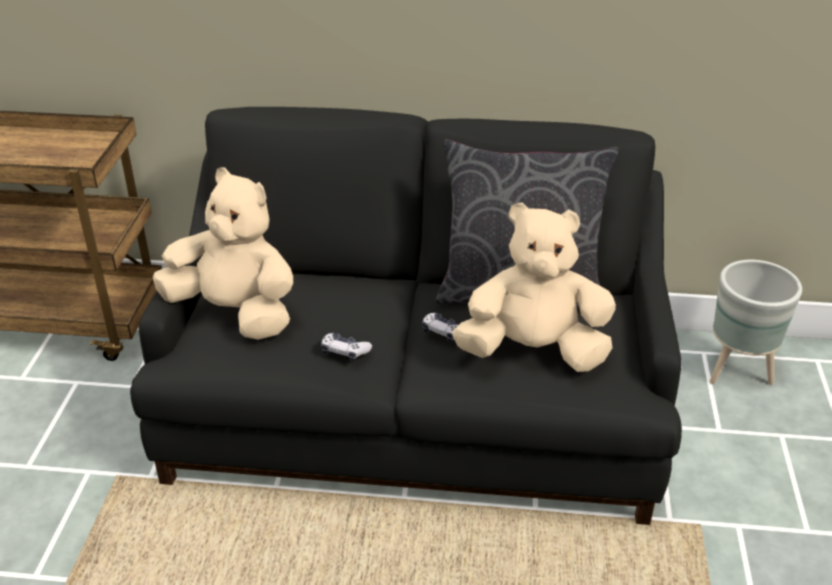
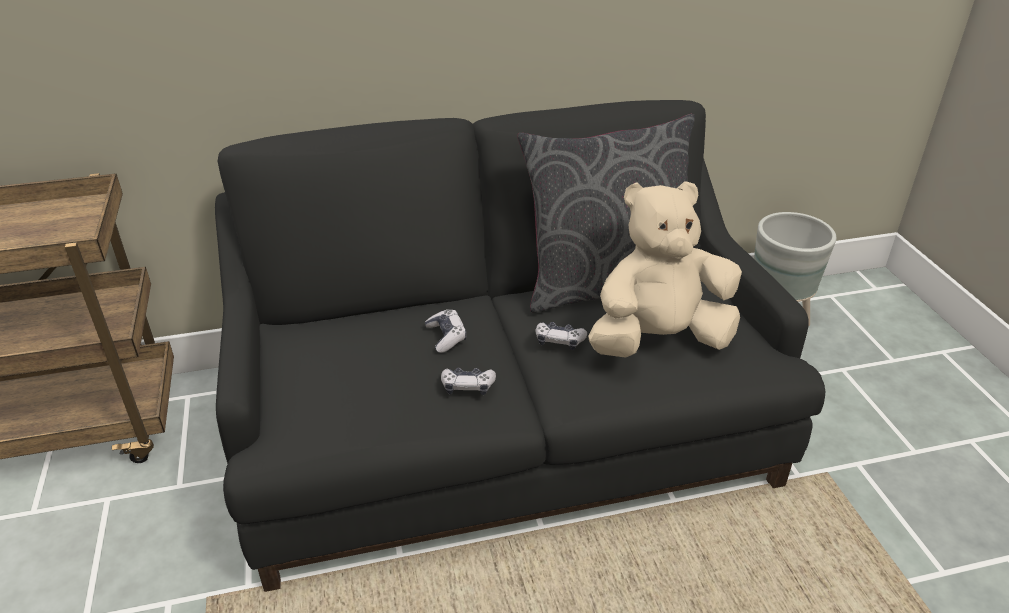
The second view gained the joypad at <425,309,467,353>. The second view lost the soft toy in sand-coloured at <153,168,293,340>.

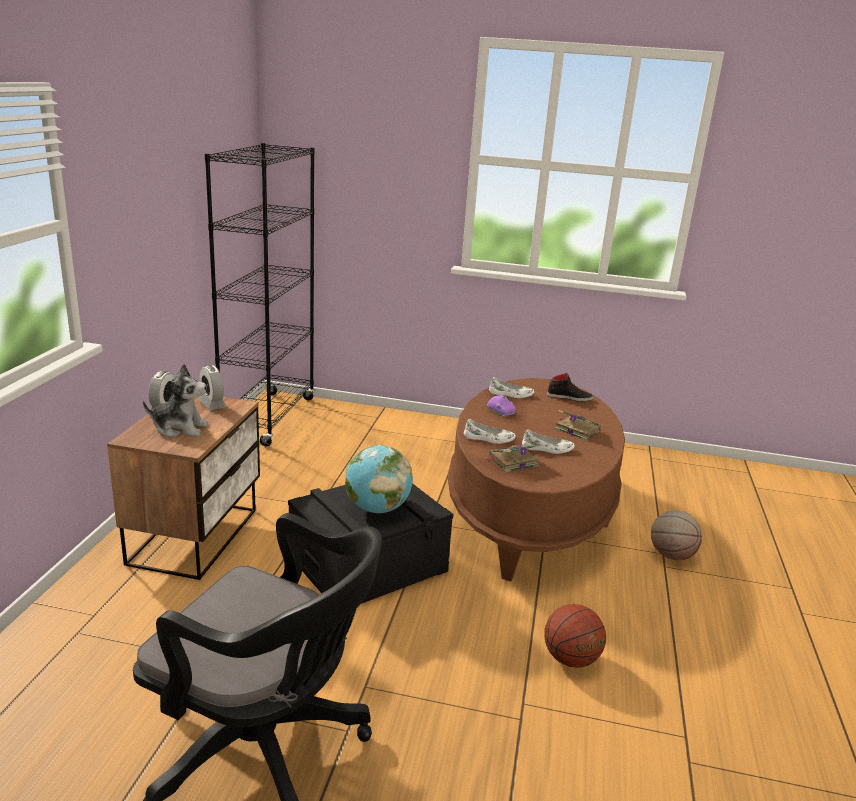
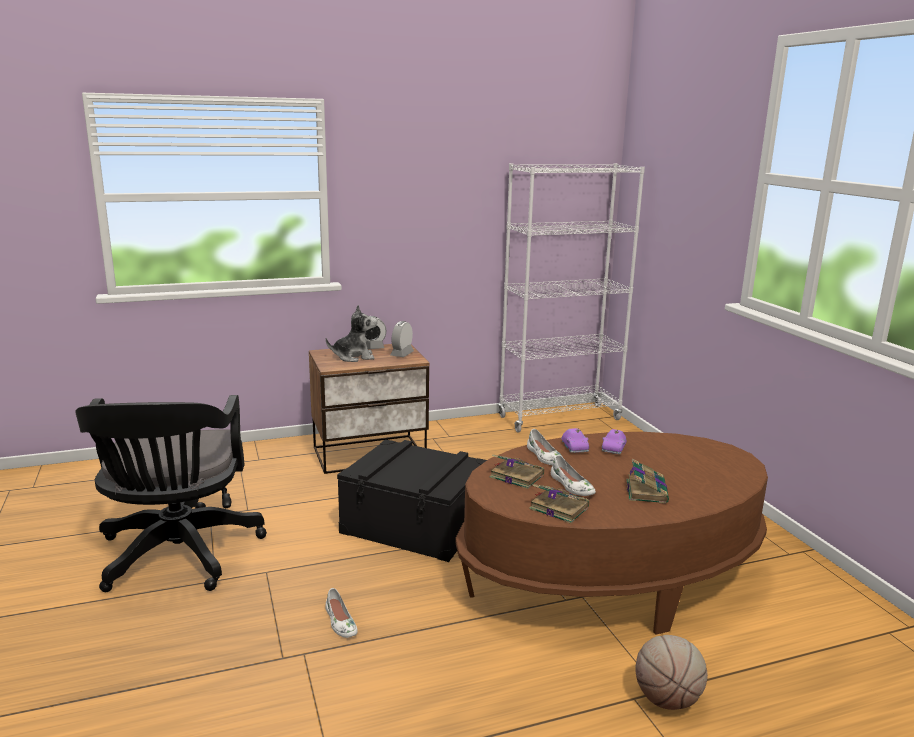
The shoe in white ended up elsewhere, having gone from <489,377,534,398> to <325,588,357,638>. The soft toy at <143,364,208,437> ended up facing another way, 75 degrees counterclockwise from before. What was the bookcase in black-coloured at <205,143,315,446> turned into the bookcase in white at <498,163,645,433>. The second view gained the bound book at <529,484,589,524>. The second view gained the model car in purplish at <561,428,589,453>. The second view lost the world globe at <345,445,413,513>. The second view lost the ball for basketball at <544,604,606,668>. The second view lost the shoe in black-coloured at <547,373,593,401>.

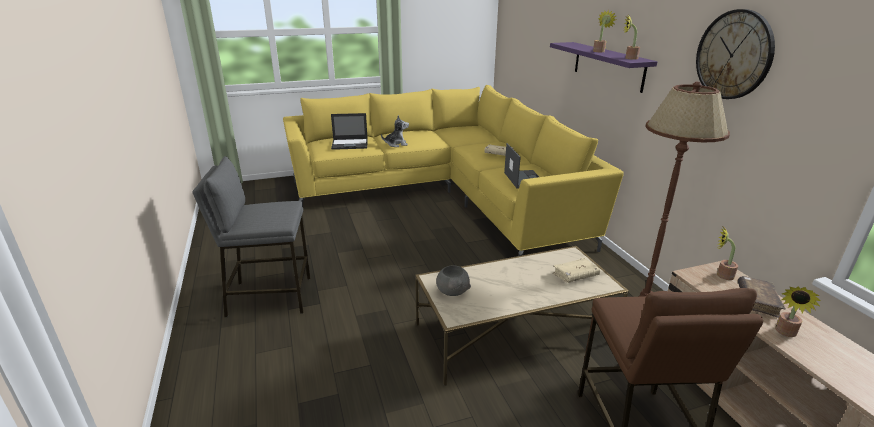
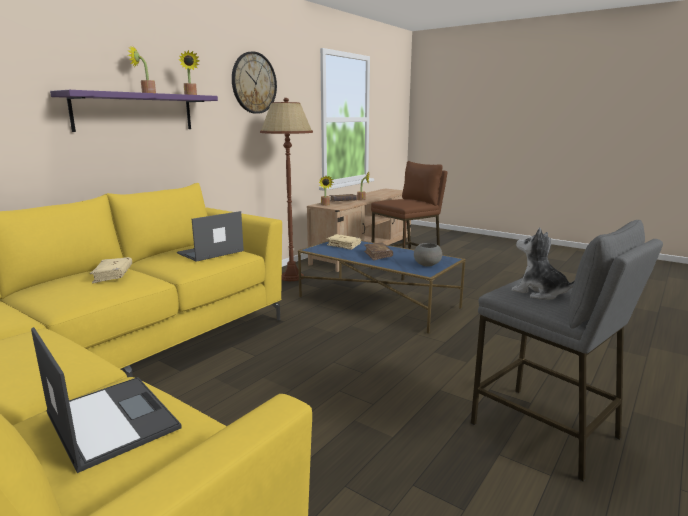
What was the coffee table in sand-coloured at <415,246,629,386> turned into the coffee table in bluish at <298,240,466,334>. The second view gained the bound book in brownish at <364,243,393,261>. The soft toy ended up elsewhere, having gone from <381,115,409,147> to <512,227,575,300>.

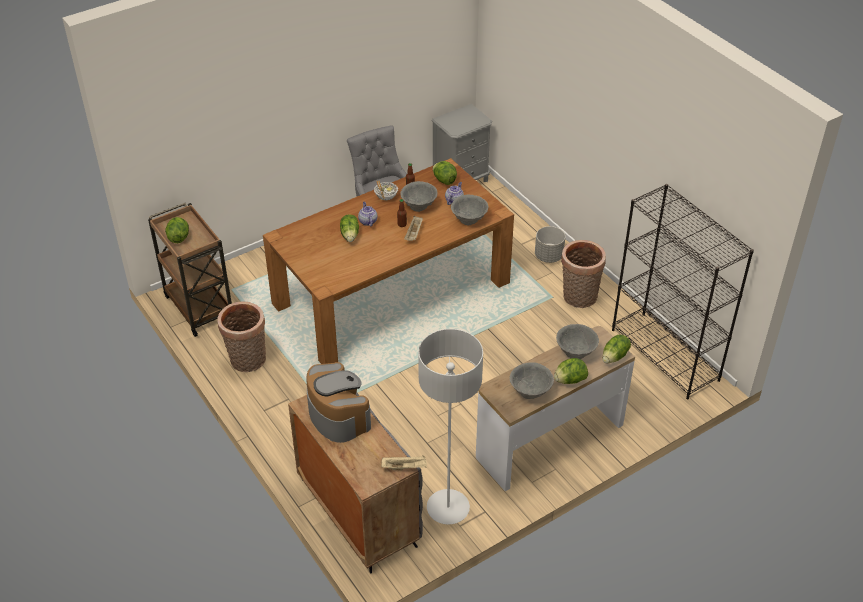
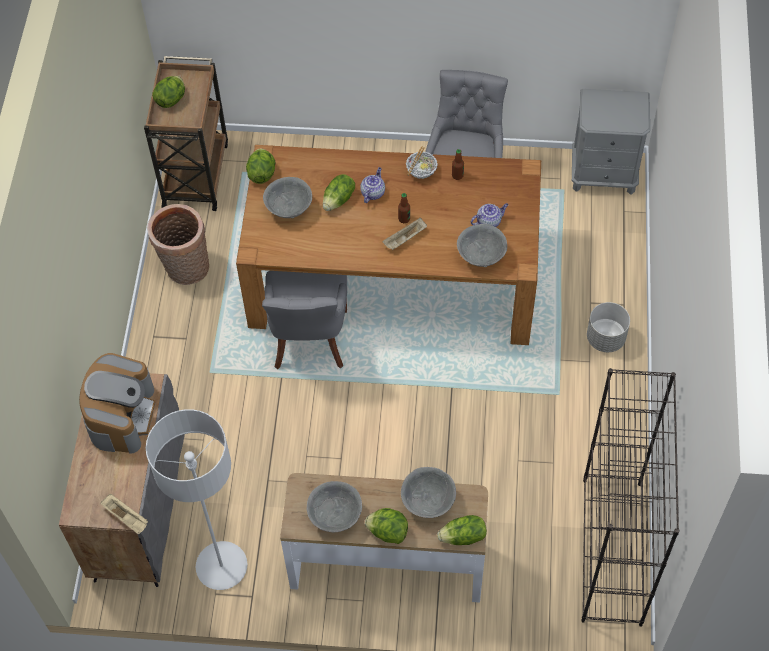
The head of lettuce ended up elsewhere, having gone from <433,161,457,185> to <246,148,276,184>. The second view gained the plain chair in greyish at <262,271,347,369>. The serving bowl in greyish ended up elsewhere, having gone from <400,181,437,212> to <263,177,312,219>. The second view lost the household basket at <561,240,606,308>.

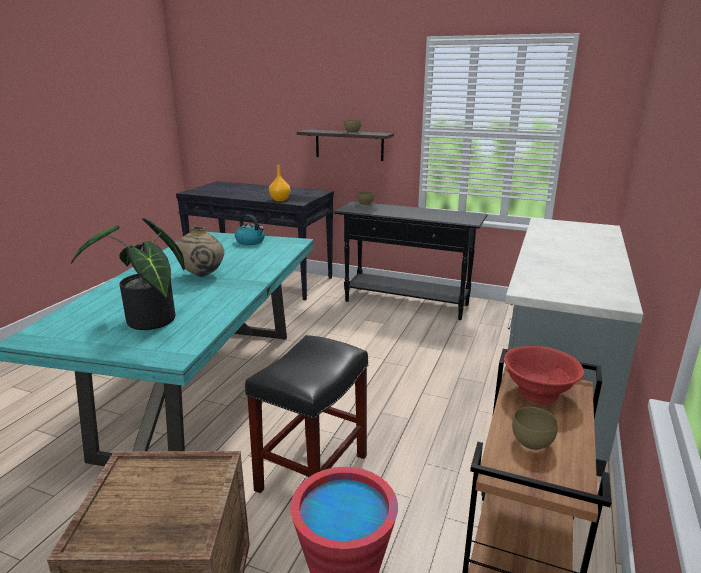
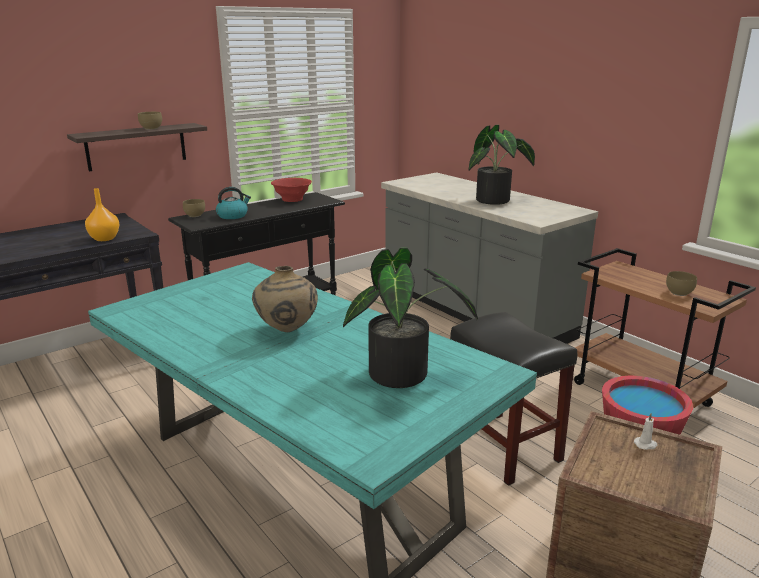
The kettle ended up elsewhere, having gone from <235,214,265,245> to <216,187,251,219>. The serving bowl in red-coloured ended up elsewhere, having gone from <504,346,584,403> to <271,178,312,202>. The second view gained the plant in a pot at <468,125,535,205>. The second view gained the candle in white at <634,413,658,450>.

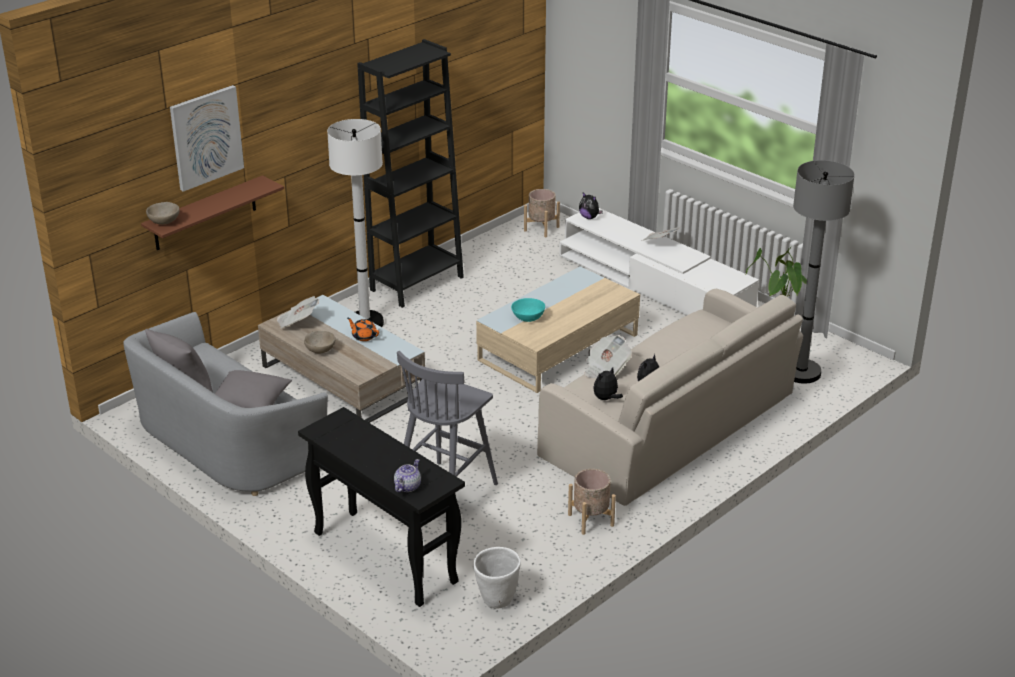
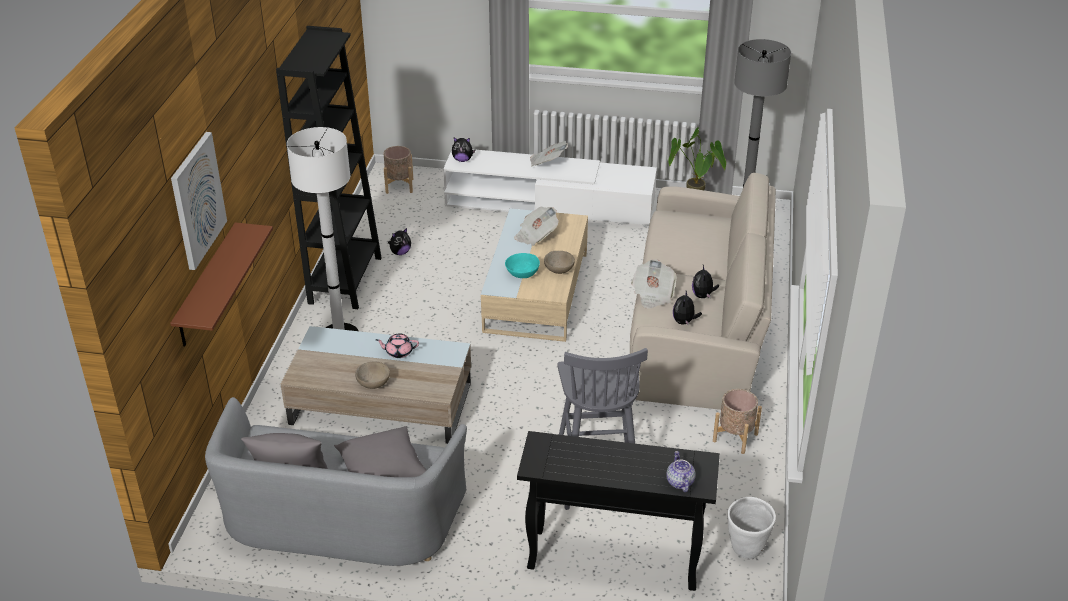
What was the tea pot in orangey at <347,318,379,341> turned into the tea pot in pinkish at <376,334,419,358>. The second view gained the soft toy at <388,228,411,255>. The daily paper ended up elsewhere, having gone from <277,296,319,329> to <514,207,559,246>. The serving bowl in sand-coloured ended up elsewhere, having gone from <146,202,180,225> to <544,251,575,274>.

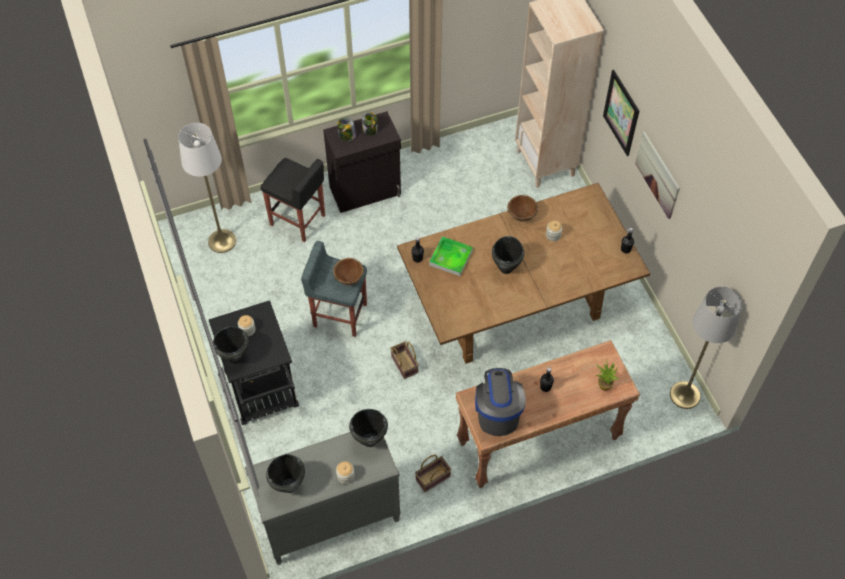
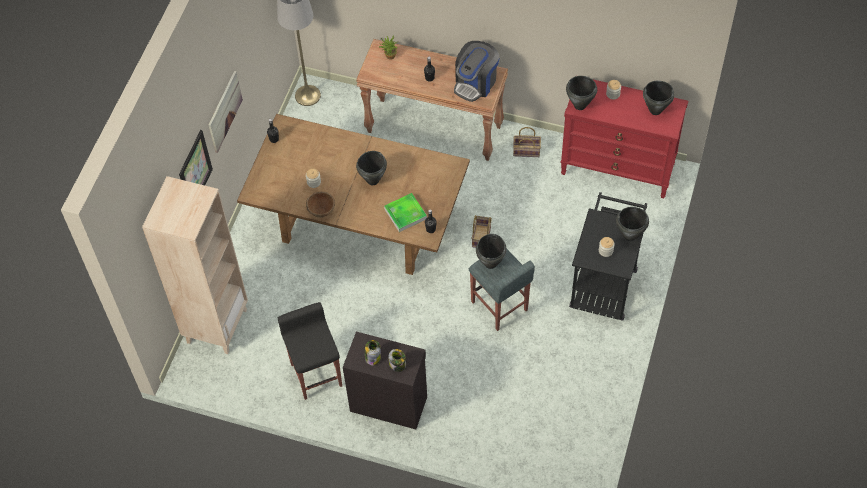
The stool seat in black-coloured ended up elsewhere, having gone from <260,158,325,242> to <278,302,342,400>. Where the serving bowl in brownish stood at <333,258,364,285>, the stockpot in black-coloured came to stand at <476,234,507,269>. What was the chest of drawers in greyish at <245,432,401,564> turned into the chest of drawers in red-coloured at <560,79,688,198>. The second view lost the standard lamp in white at <178,123,236,253>.

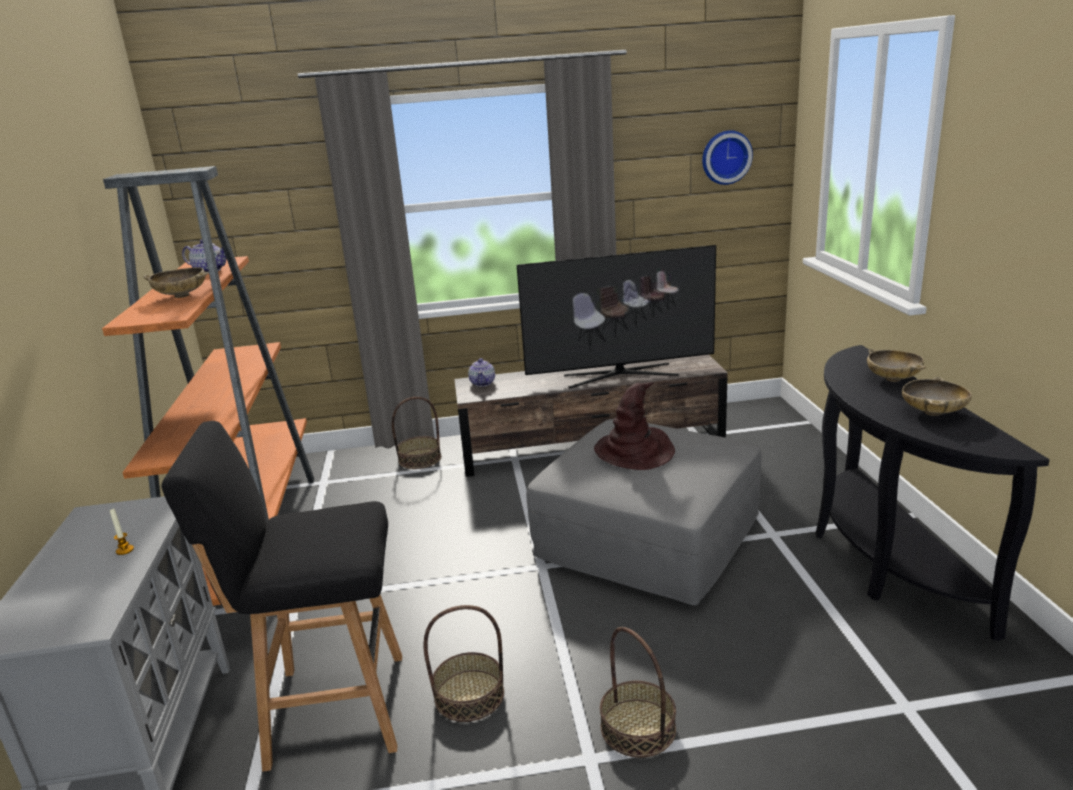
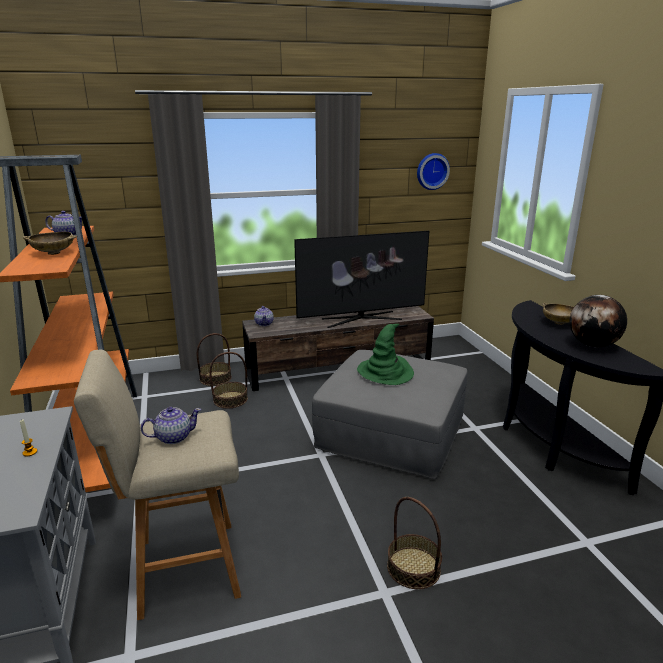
What was the stool seat in black-coloured at <161,421,402,772> turned into the stool seat in sand-coloured at <74,350,241,620>. The second view gained the tea pot at <141,407,201,444>. The household basket ended up elsewhere, having gone from <424,605,504,722> to <209,352,248,408>. What was the hat in brownish at <594,382,675,470> turned into the hat in green-coloured at <357,324,414,385>. Where the serving bowl in sand-coloured stood at <902,377,972,416>, the world globe came to stand at <569,295,627,347>.

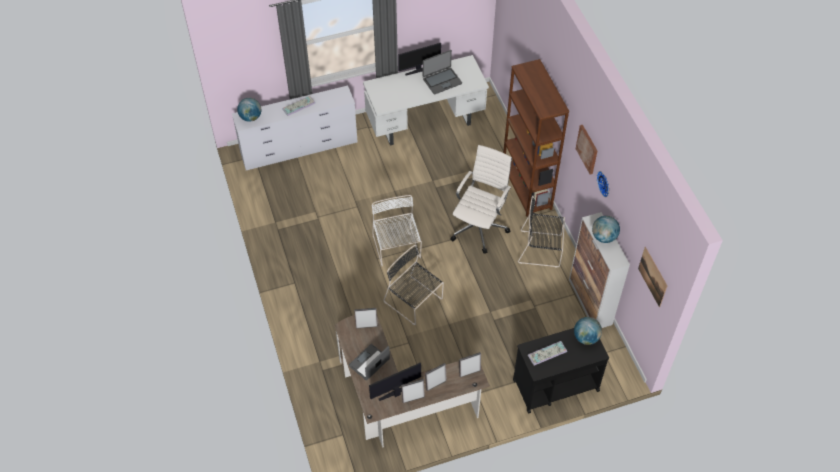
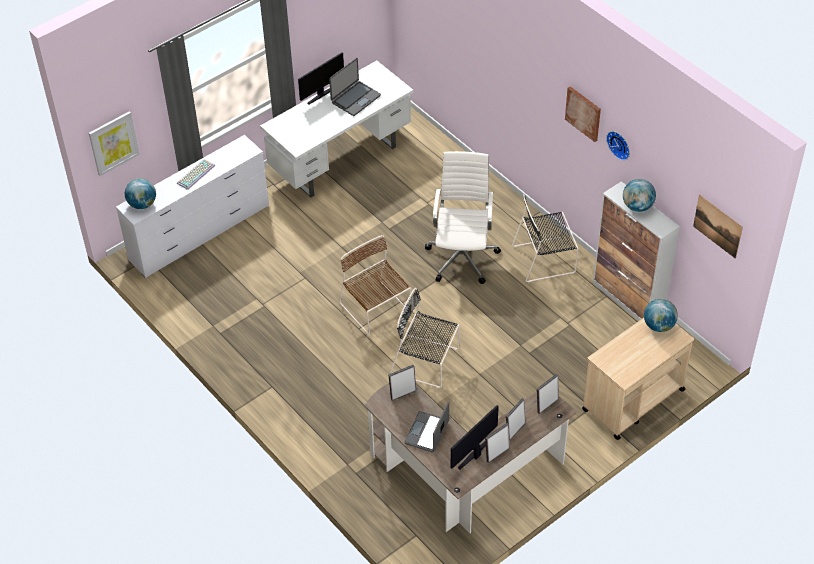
The second view gained the wall art at <89,111,140,176>. What was the plain chair in white at <372,195,422,267> turned into the plain chair in brownish at <339,235,411,335>. What was the cart in black-coloured at <513,328,609,414> turned into the cart in sand-coloured at <582,318,694,440>. The second view lost the bookcase in brownish at <503,59,569,217>. The second view lost the PC keyboard at <528,341,567,366>.

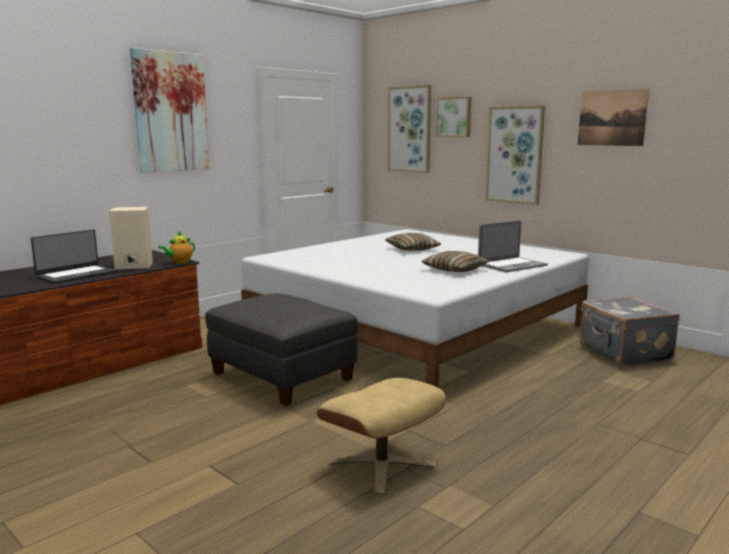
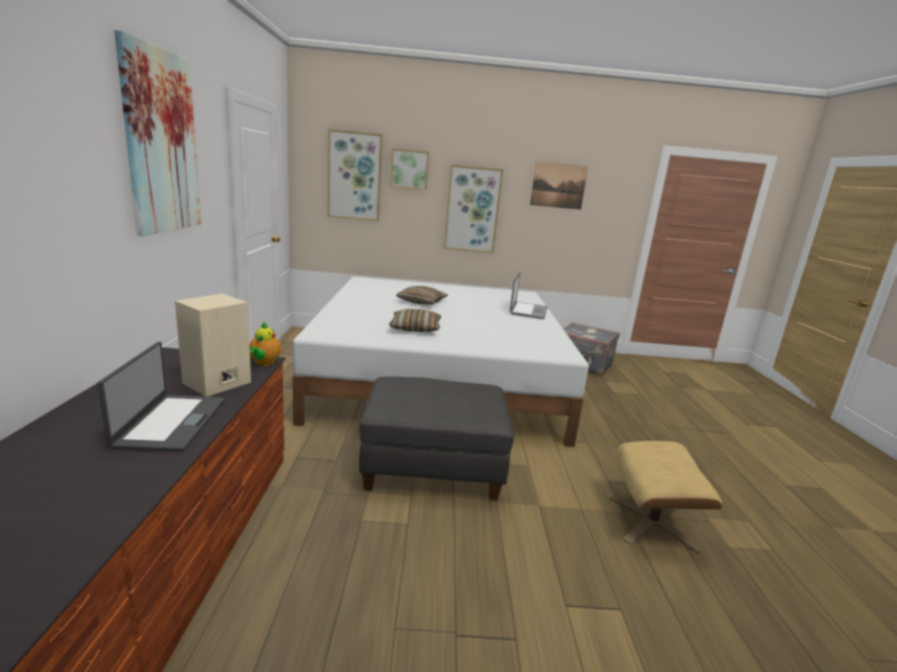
The pillow ended up elsewhere, having gone from <422,251,490,272> to <389,309,441,332>.

